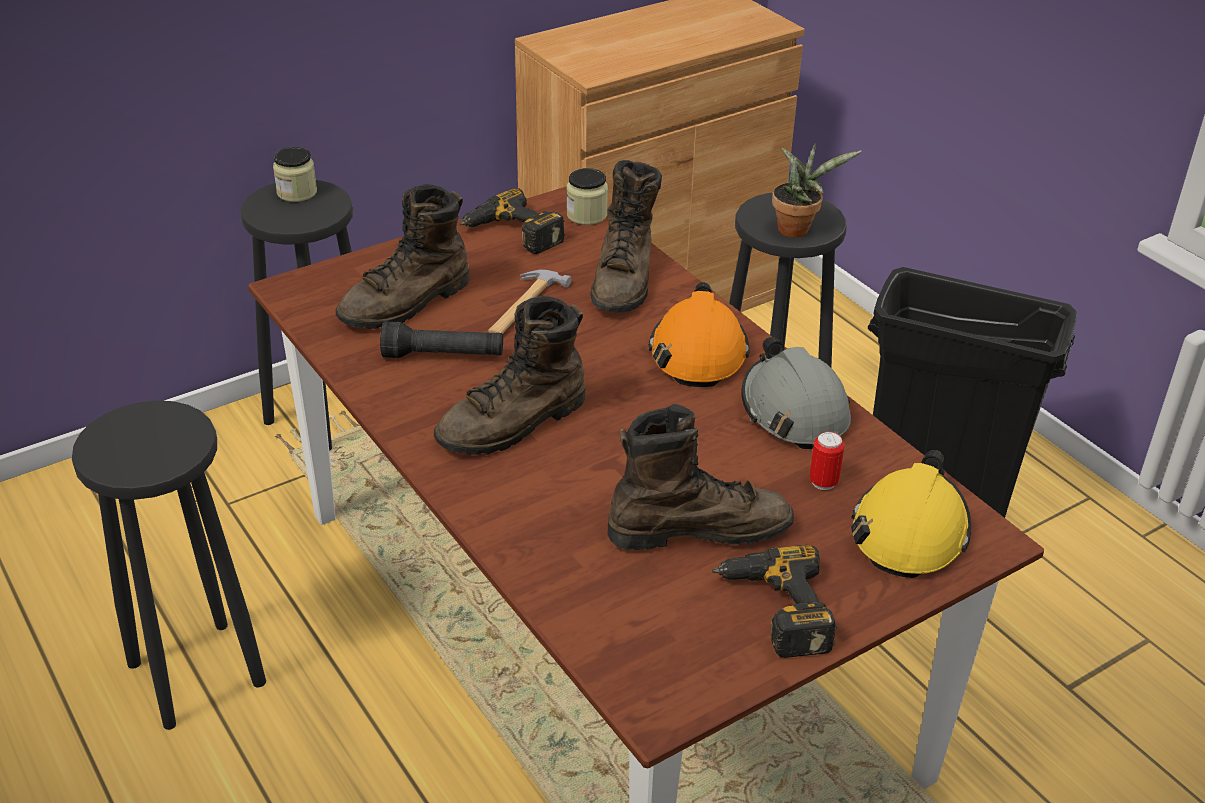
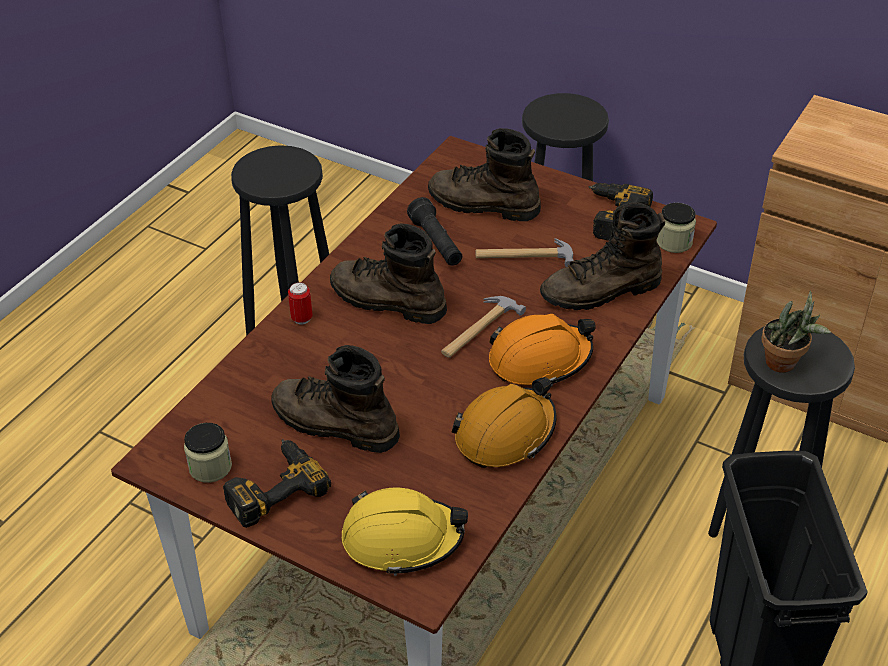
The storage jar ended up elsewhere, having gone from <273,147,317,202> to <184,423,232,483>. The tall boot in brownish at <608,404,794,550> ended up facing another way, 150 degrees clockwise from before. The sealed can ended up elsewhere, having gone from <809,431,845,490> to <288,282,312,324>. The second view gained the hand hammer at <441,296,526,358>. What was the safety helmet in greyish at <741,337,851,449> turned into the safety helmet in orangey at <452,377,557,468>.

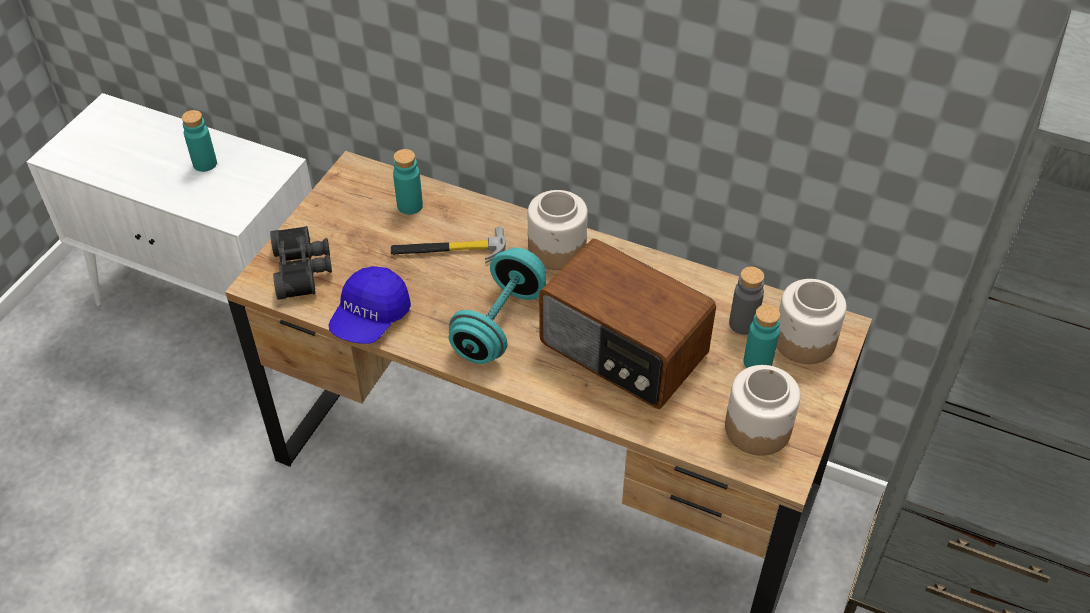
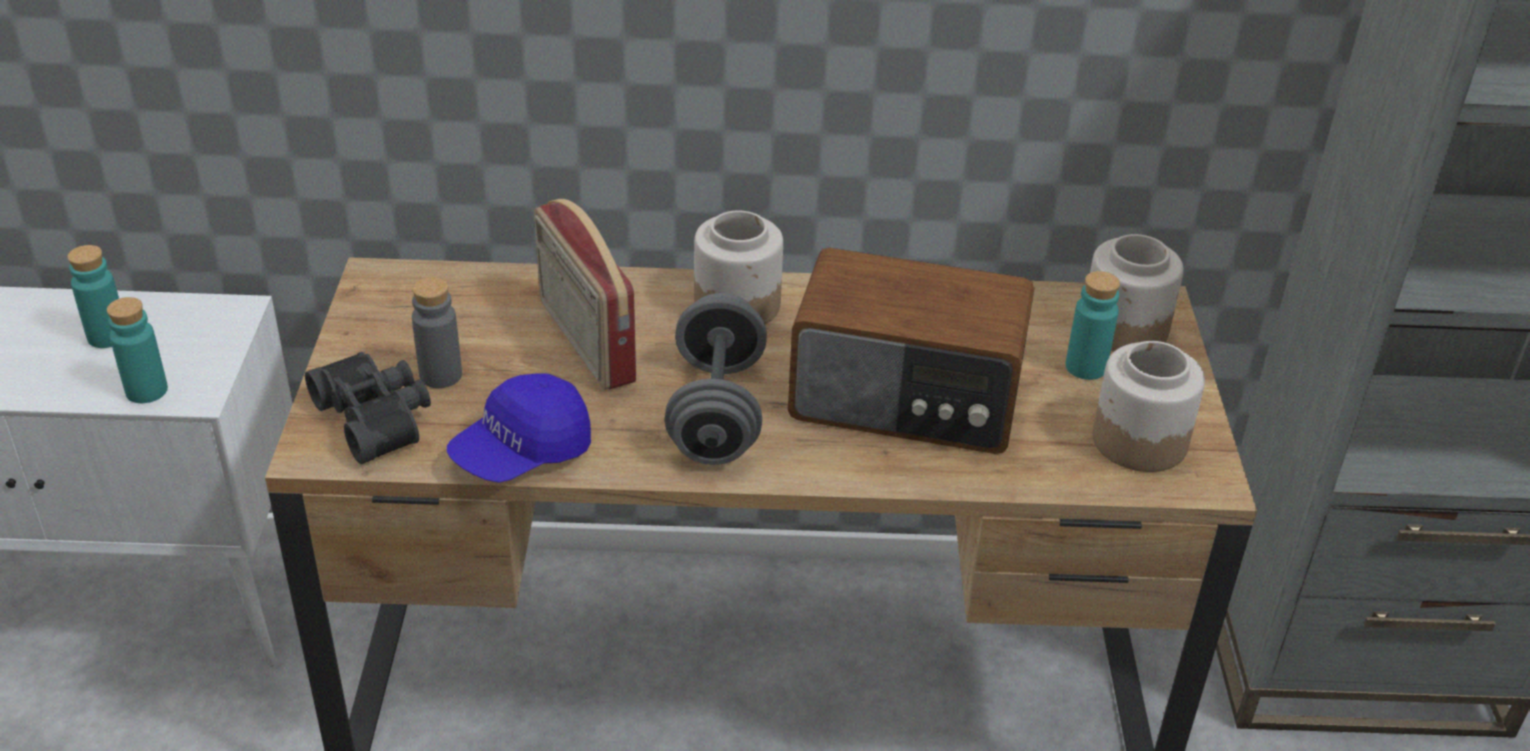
The bottle in turquoise-coloured ended up elsewhere, having gone from <393,149,423,215> to <107,297,168,403>. The bottle in greyish ended up elsewhere, having gone from <729,267,764,335> to <412,277,462,388>. The baseball cap in bluish at <328,266,411,344> ended up facing another way, 45 degrees clockwise from before. Where the hand hammer stood at <391,226,506,264>, the radio set came to stand at <534,199,636,390>. What was the hand weight in turquoise-coloured at <449,248,546,364> turned into the hand weight in greyish at <665,293,767,465>.

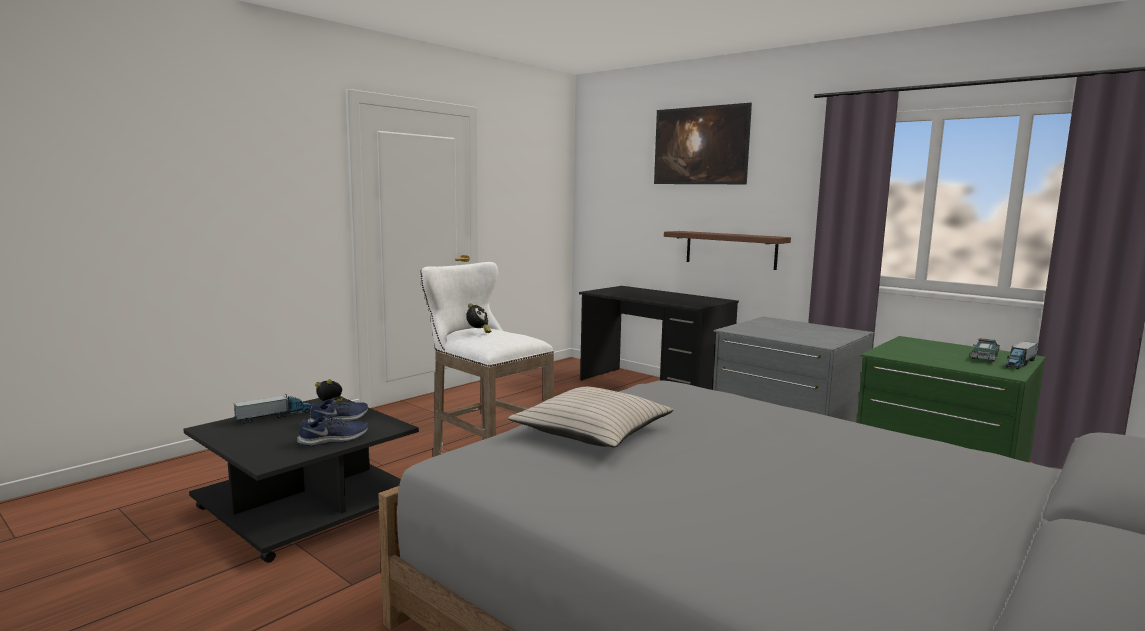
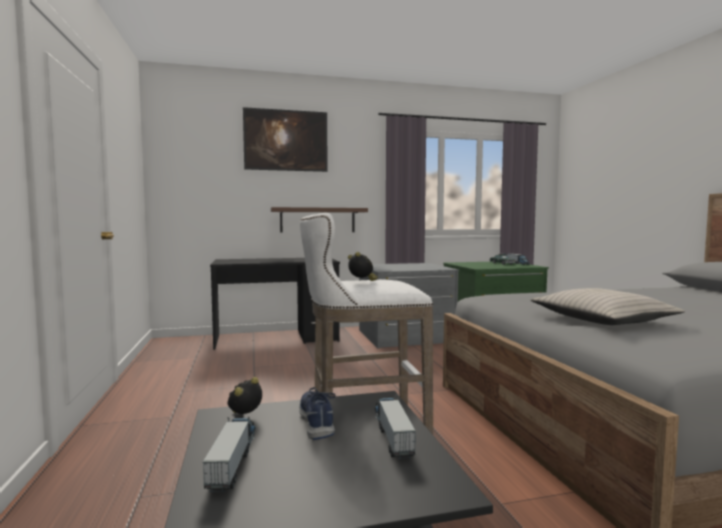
Where the shoe in bluish stood at <297,414,368,446>, the toy truck came to stand at <375,396,416,459>.

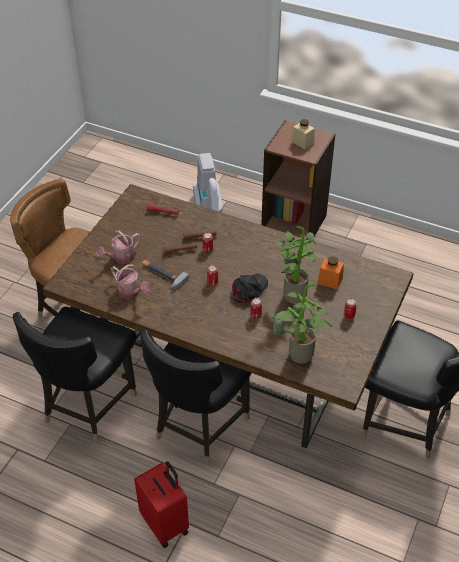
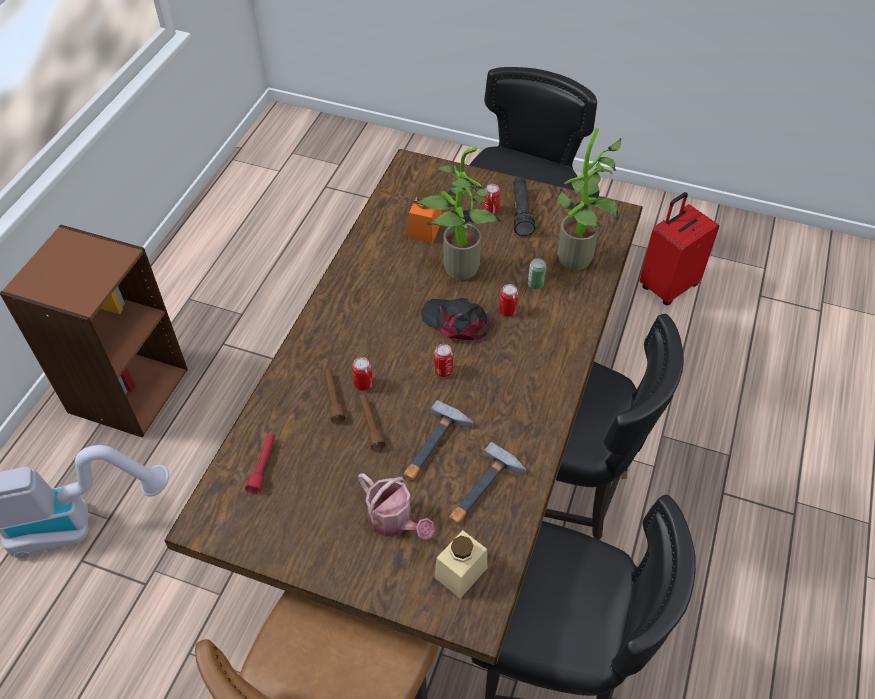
The storage jar in sand-coloured ended up elsewhere, having gone from <291,119,315,150> to <434,530,487,598>. Where the watering pot stood at <111,264,150,299>, the hand hammer came to stand at <449,442,526,524>. The second view gained the torch in black-coloured at <513,177,536,236>. The suitcase in red-coloured ended up elsewhere, having gone from <134,461,189,548> to <640,192,719,306>.

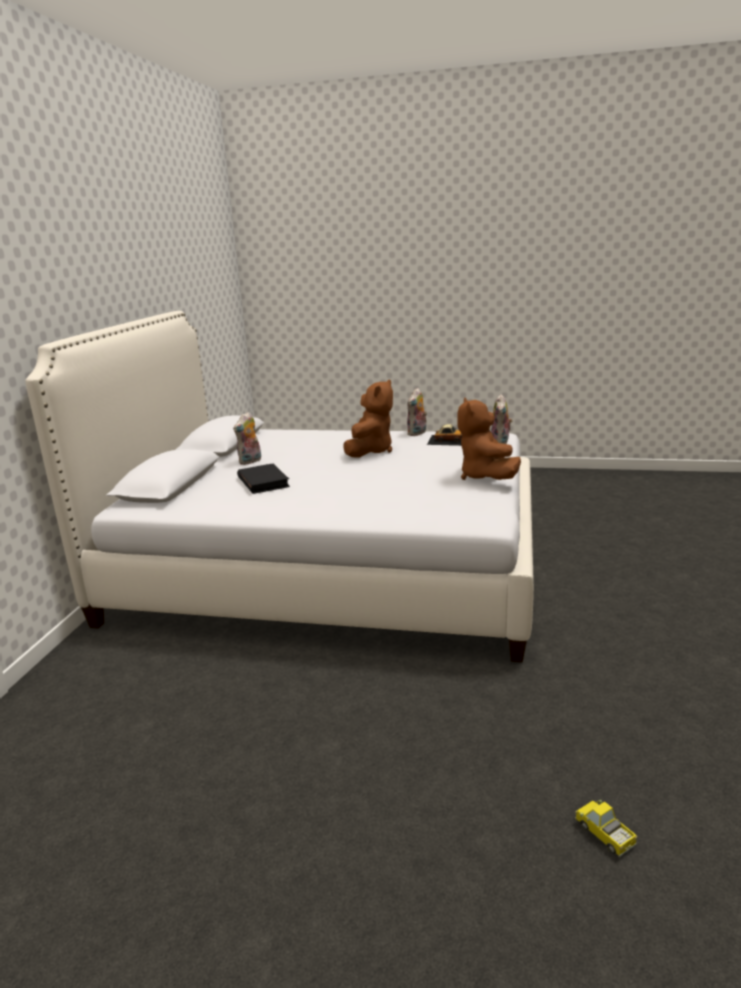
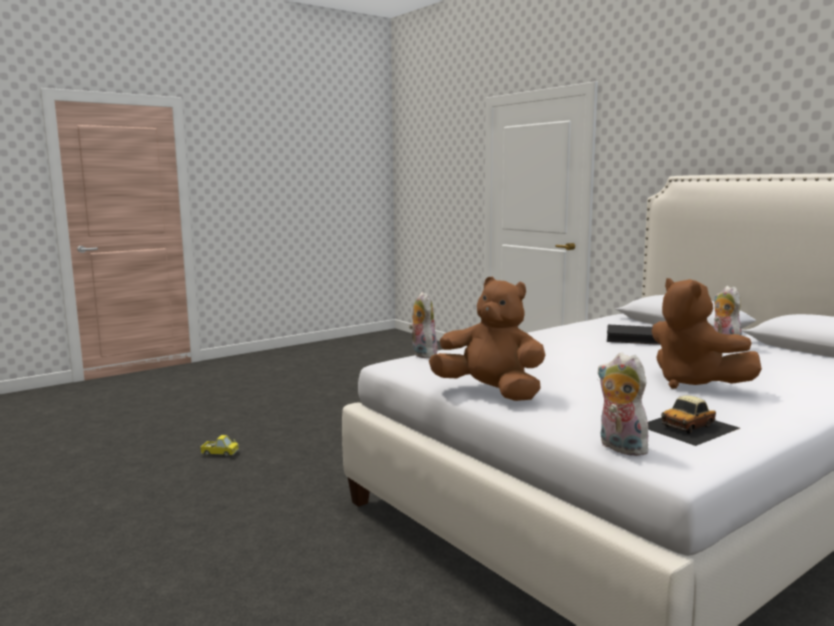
The soft toy ended up elsewhere, having gone from <407,388,427,436> to <409,292,438,358>.

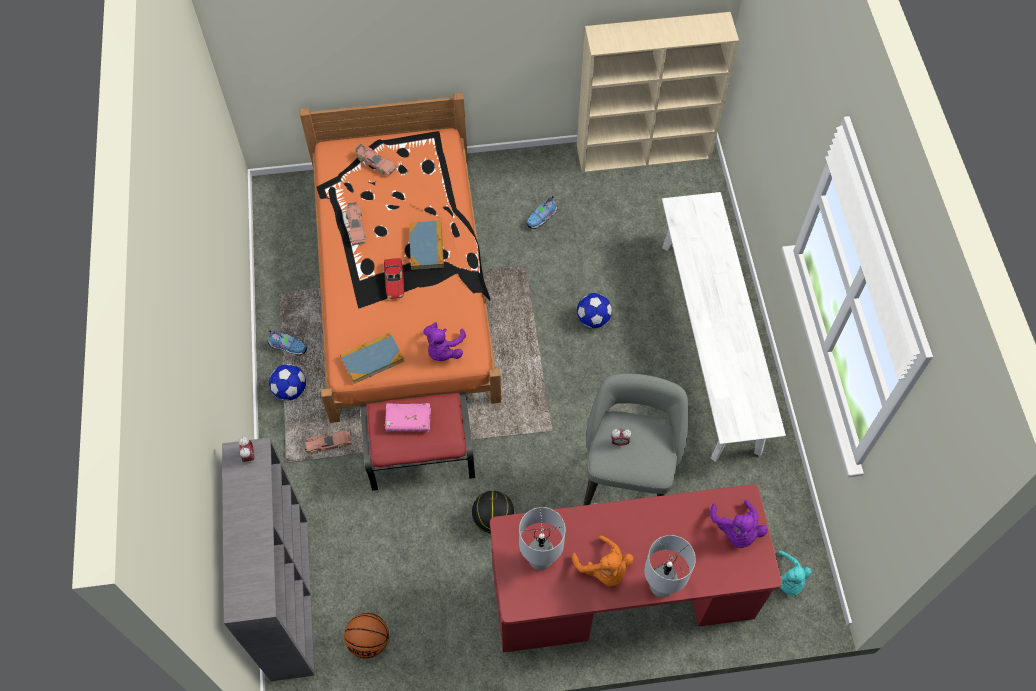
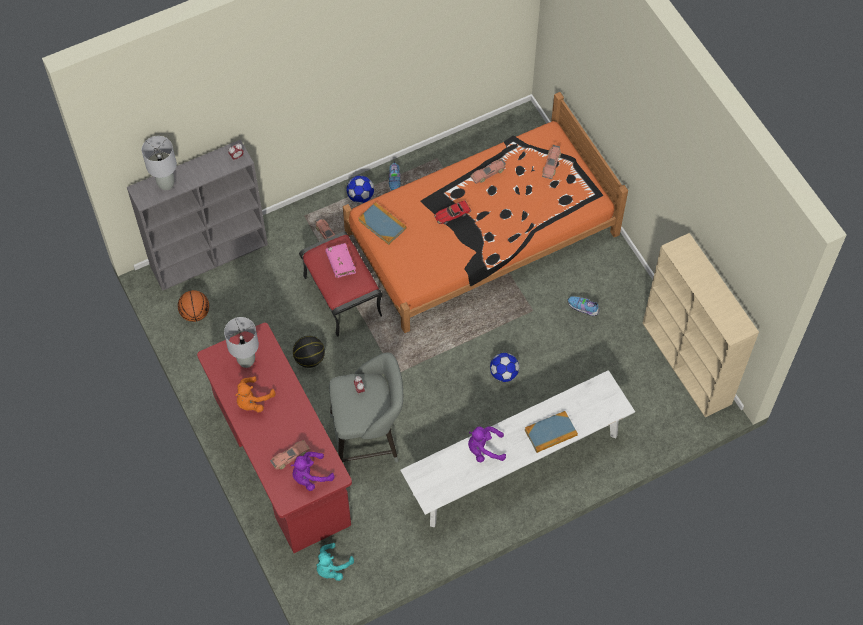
The tabletop lamp in greyish ended up elsewhere, having gone from <644,535,696,598> to <142,136,177,190>. The second view gained the model car at <270,440,311,470>. The soft toy in purplish ended up elsewhere, having gone from <423,322,466,361> to <468,426,506,462>. The bound book ended up elsewhere, having gone from <409,221,444,270> to <525,411,578,453>.

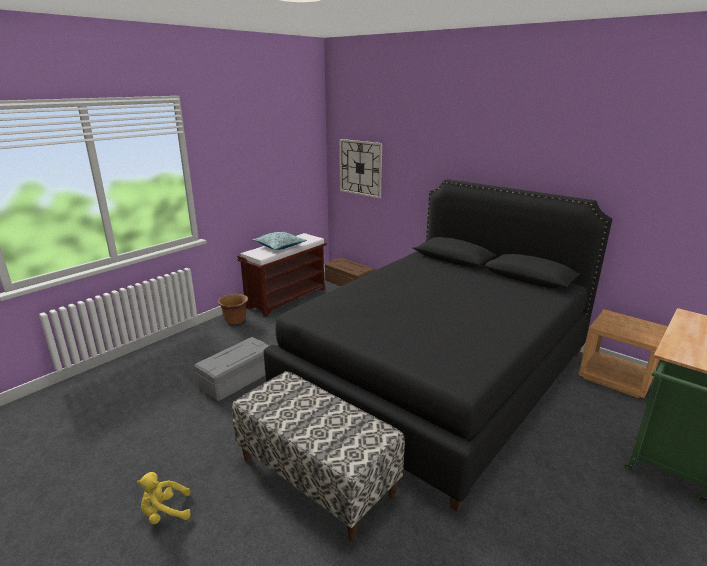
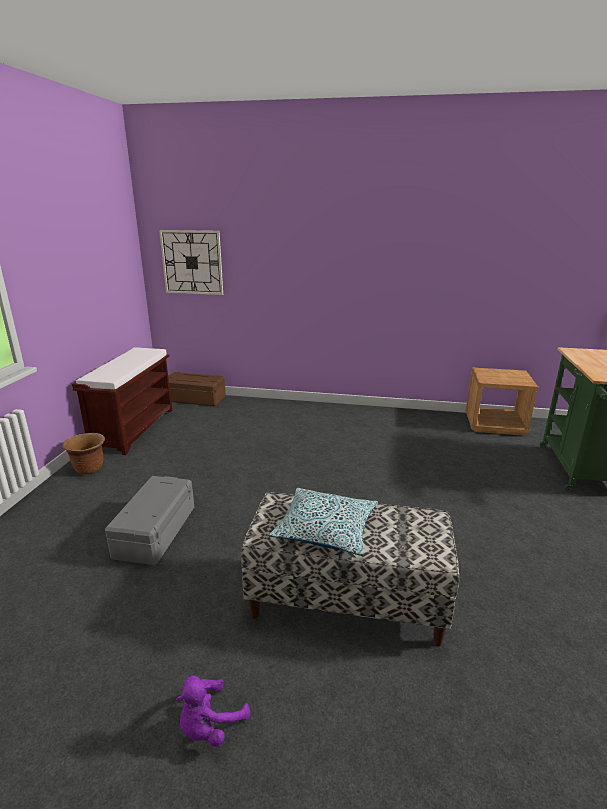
What was the soft toy in yellow-coloured at <137,472,191,524> turned into the soft toy in purplish at <176,676,250,746>. The pillow ended up elsewhere, having gone from <252,232,307,250> to <269,488,378,556>. The second view lost the bedroom bed in black-coloured at <263,179,612,512>.

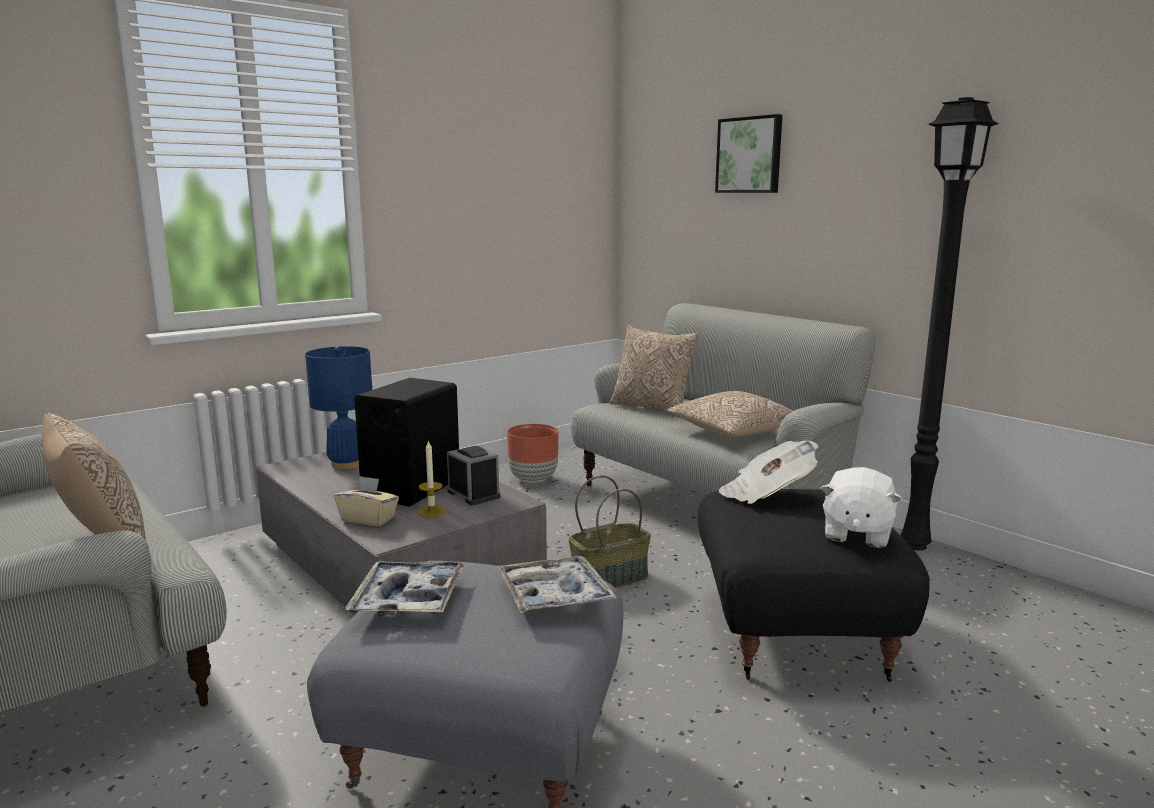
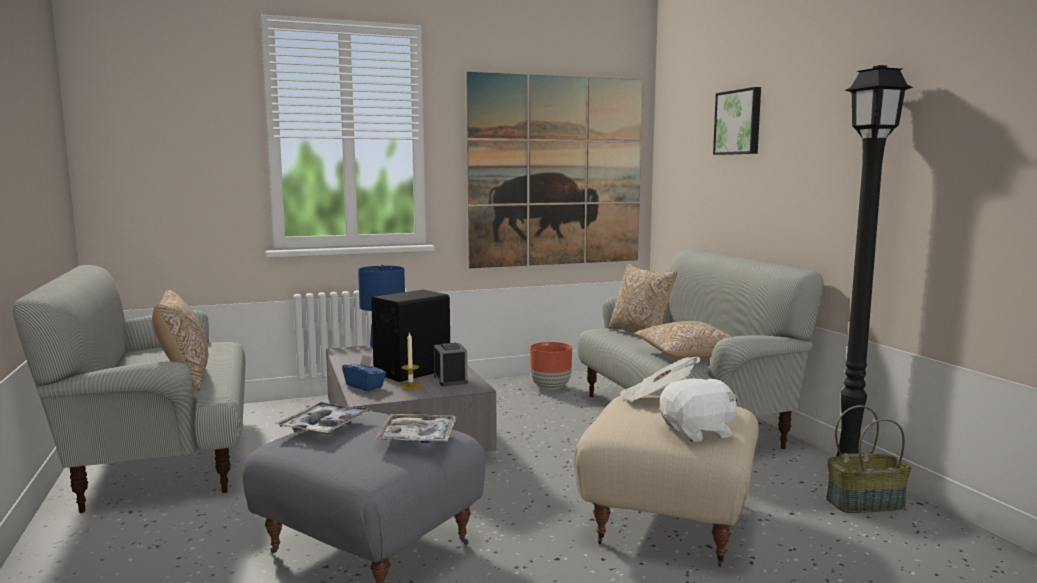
What was the tissue box in sand-coloured at <334,476,399,526> turned into the tissue box in bluish at <342,354,386,391>. The second view gained the wall art at <466,72,643,268>. What was the footrest in black-coloured at <697,489,930,682> turned into the footrest in sand-coloured at <574,395,759,567>. The soft toy in white at <820,467,902,548> ended up facing another way, 150 degrees counterclockwise from before. The household basket ended up elsewhere, having gone from <569,475,651,588> to <826,405,911,513>.

